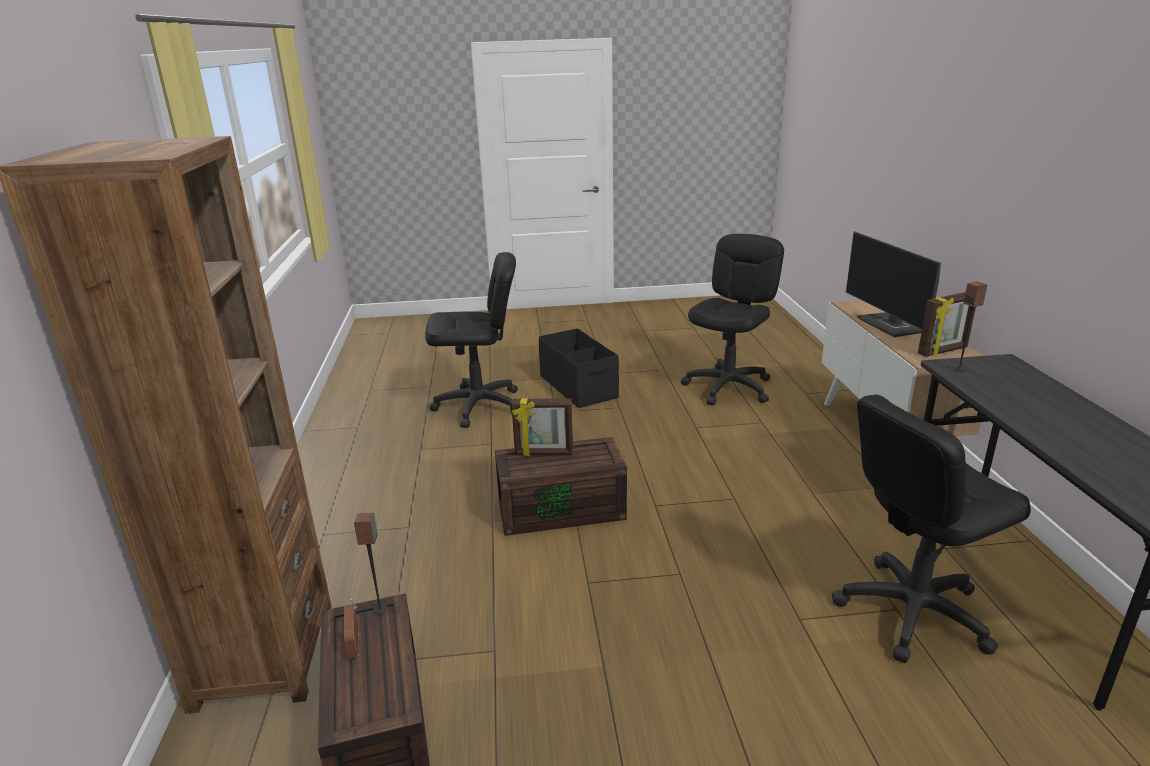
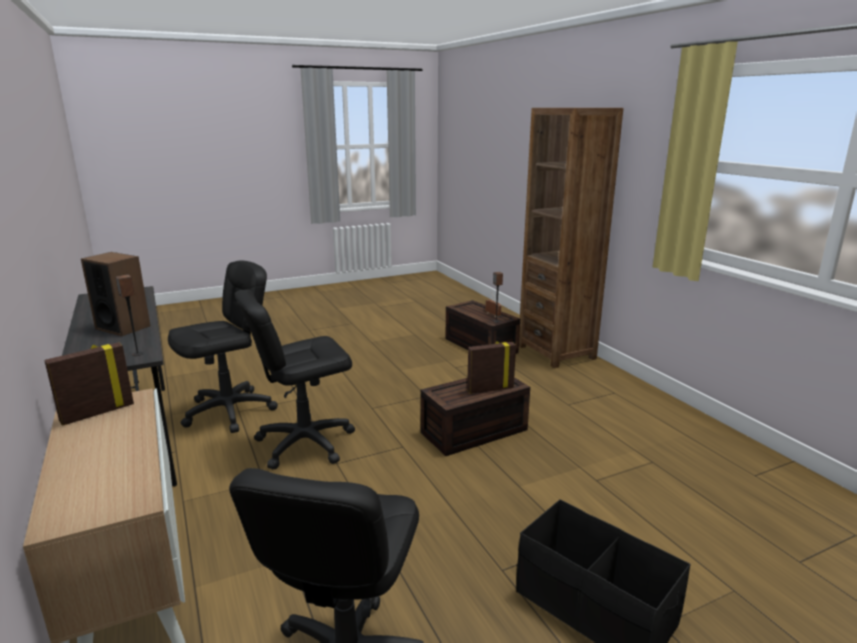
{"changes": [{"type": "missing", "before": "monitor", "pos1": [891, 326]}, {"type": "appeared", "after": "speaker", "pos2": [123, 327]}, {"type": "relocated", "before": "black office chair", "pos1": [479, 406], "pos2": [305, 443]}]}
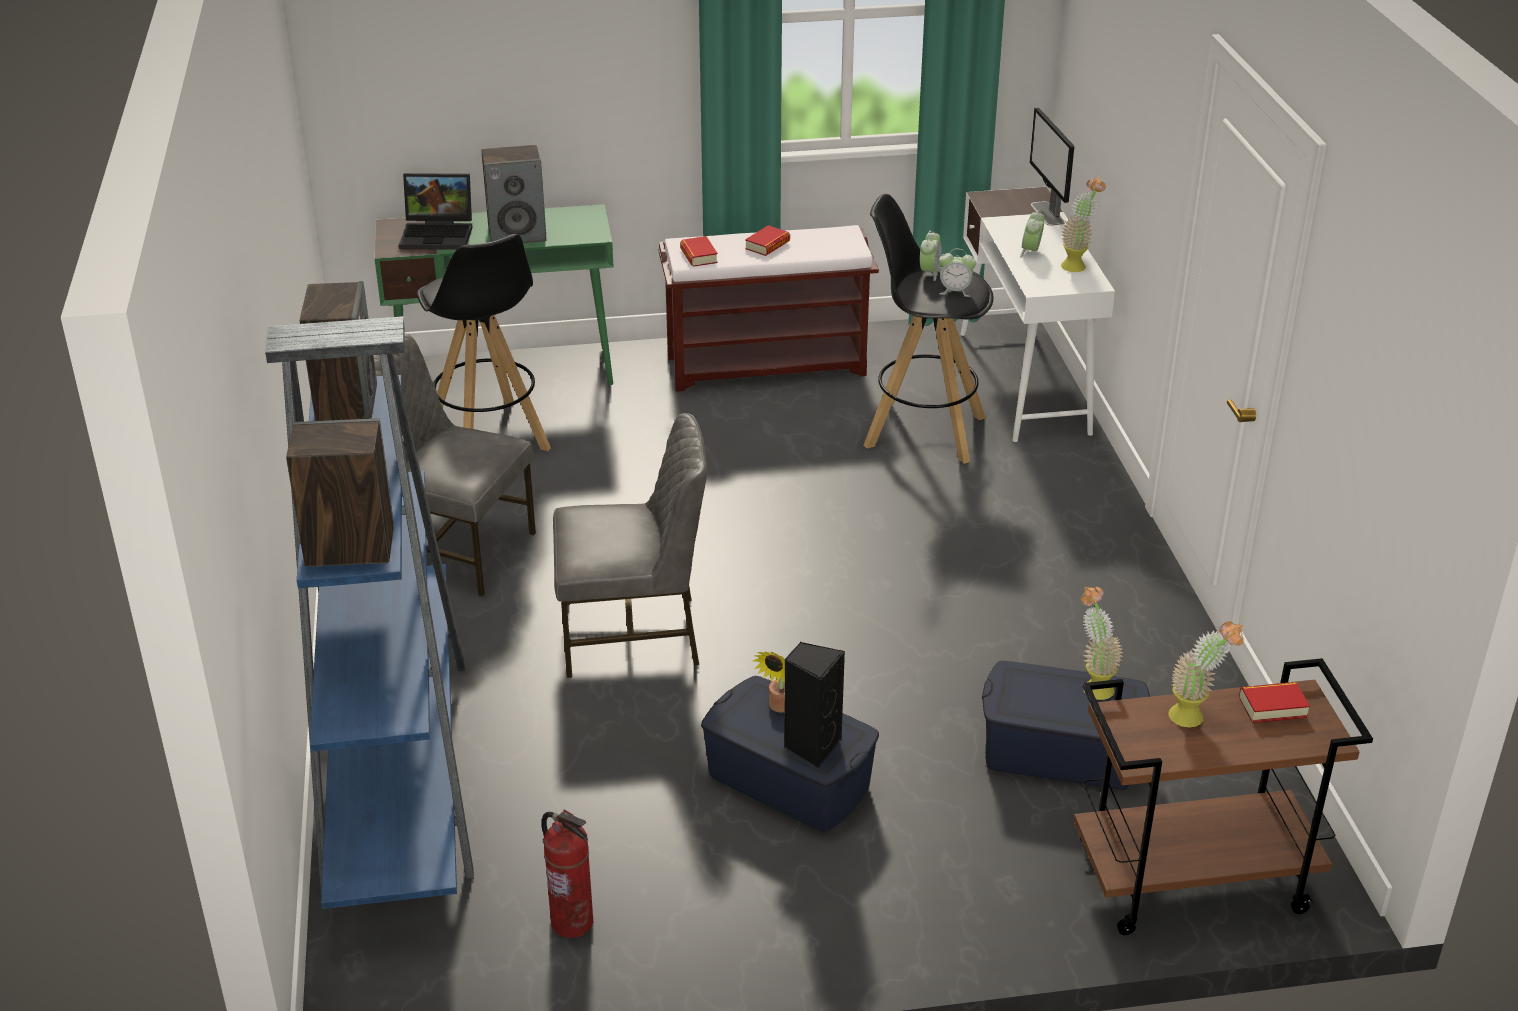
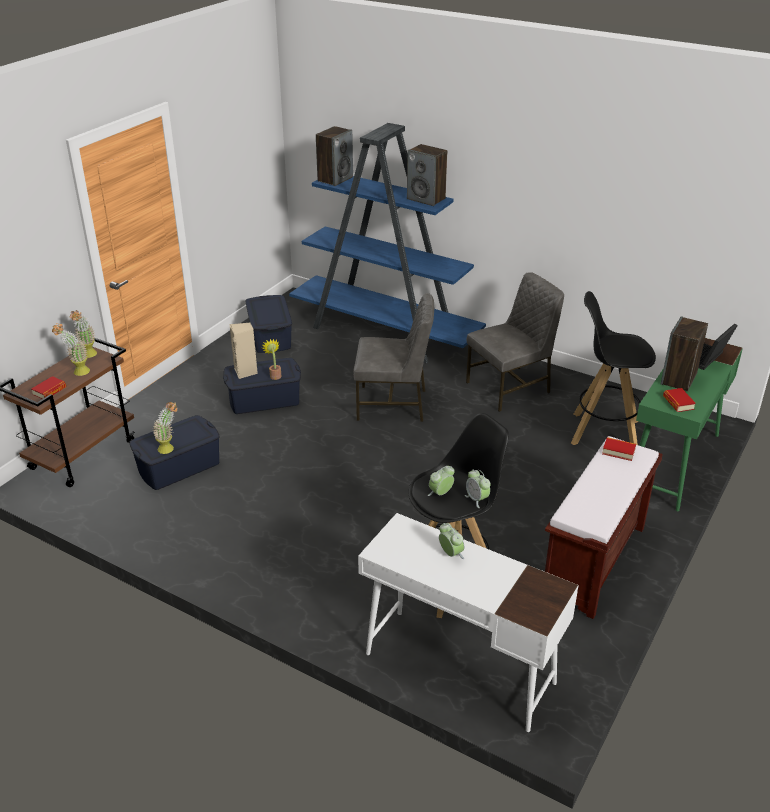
{"changes": [{"type": "missing", "before": "monitor", "pos1": [1048, 214]}, {"type": "relocated", "before": "book", "pos1": [767, 245], "pos2": [678, 403]}, {"type": "relocated", "before": "potted plant", "pos1": [1077, 264], "pos2": [88, 356]}, {"type": "exchanged", "before": "fire extinguisher", "after": "blue storage box", "pos1": [573, 922], "pos2": [269, 336]}, {"type": "colour", "before": "black speaker", "after": "beige speaker", "pos1": [811, 746], "pos2": [246, 372]}, {"type": "spun", "before": "grey chair", "pos1": [633, 635], "pos2": [393, 405], "turn": -120}]}
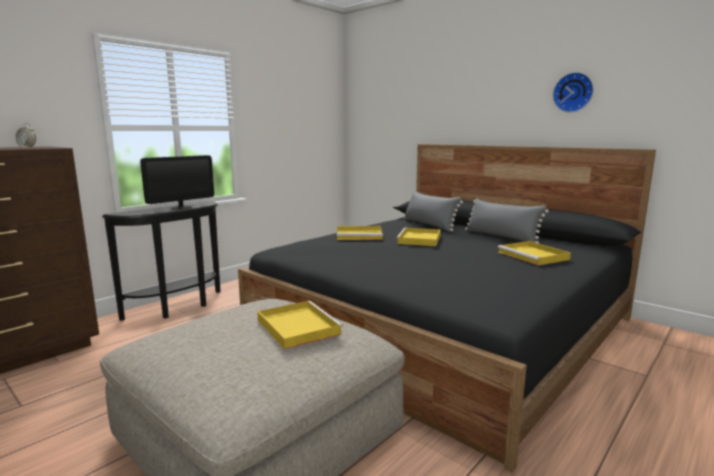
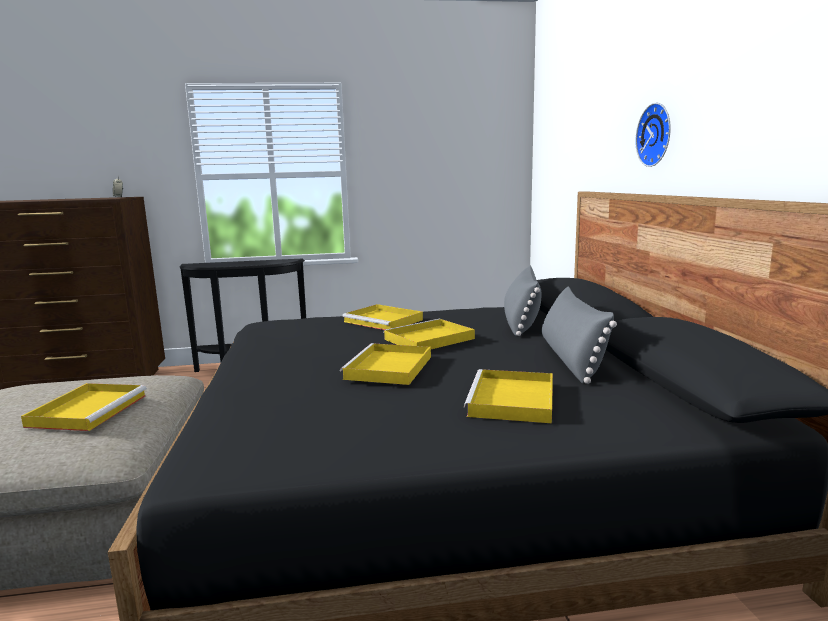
{"changes": [{"type": "missing", "before": "monitor", "pos1": [181, 208]}, {"type": "appeared", "after": "yellow tray", "pos2": [388, 368]}, {"type": "relocated", "before": "wall clock", "pos1": [573, 92], "pos2": [657, 135]}]}
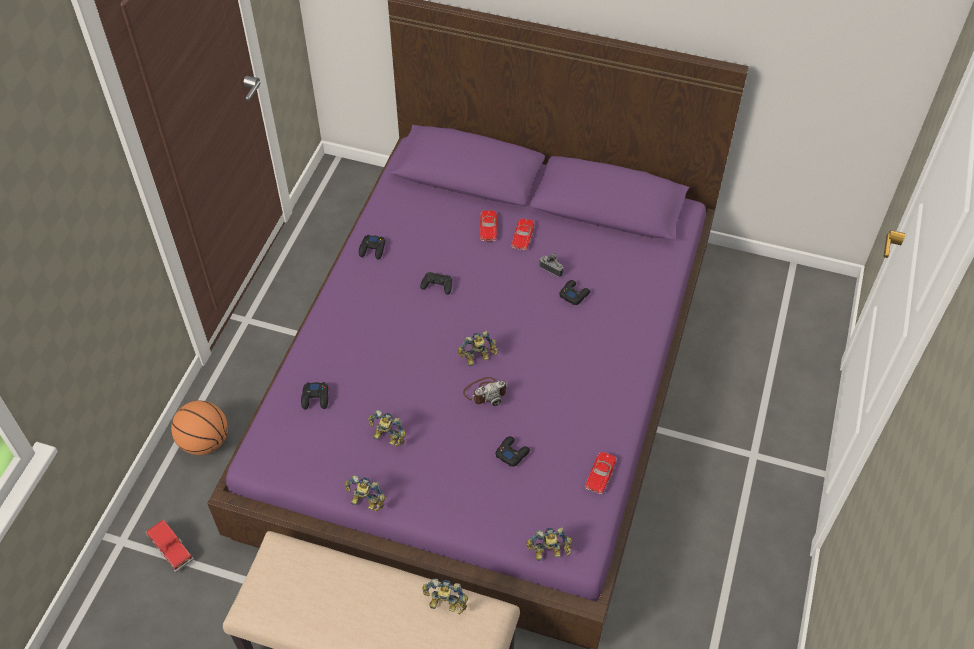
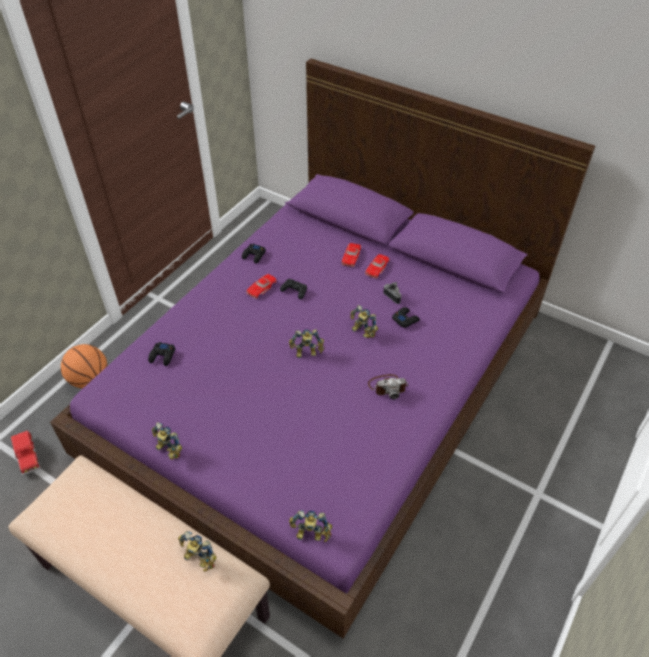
{"changes": [{"type": "missing", "before": "black game controller", "pos1": [512, 453]}, {"type": "relocated", "before": "toy robot", "pos1": [386, 438], "pos2": [362, 332]}, {"type": "relocated", "before": "photo camera", "pos1": [486, 392], "pos2": [387, 386]}, {"type": "relocated", "before": "red toy car", "pos1": [600, 474], "pos2": [261, 288]}]}
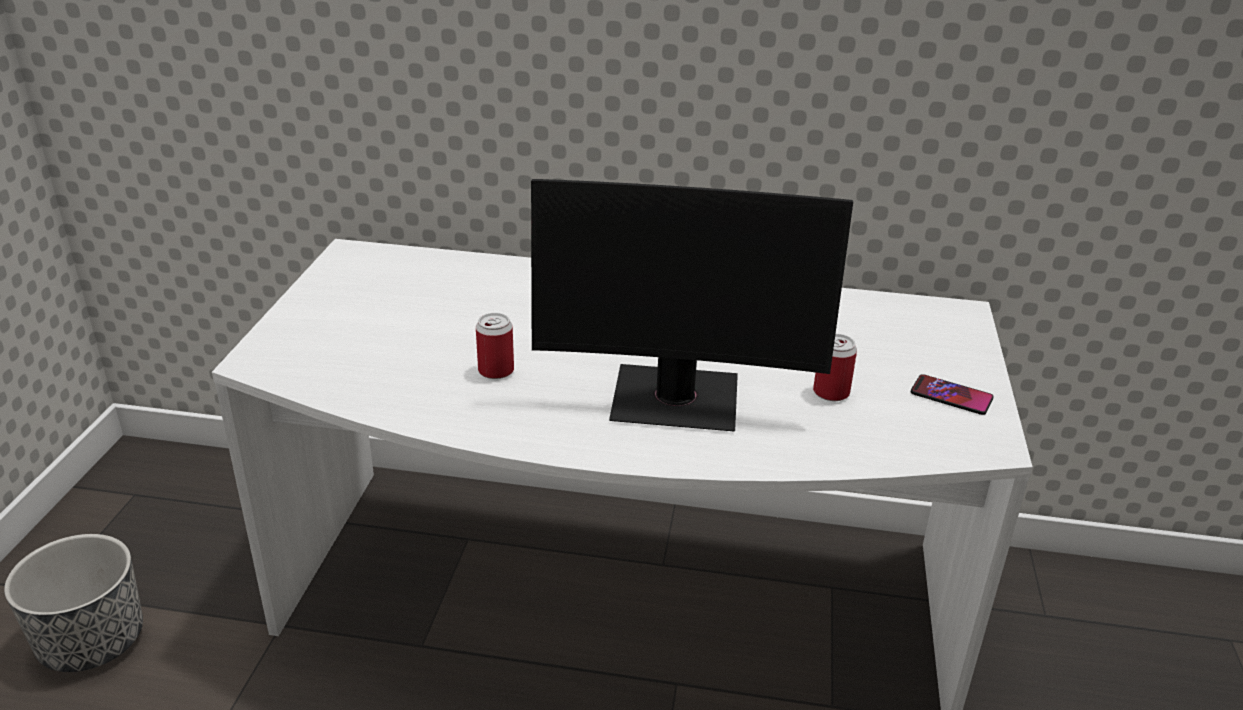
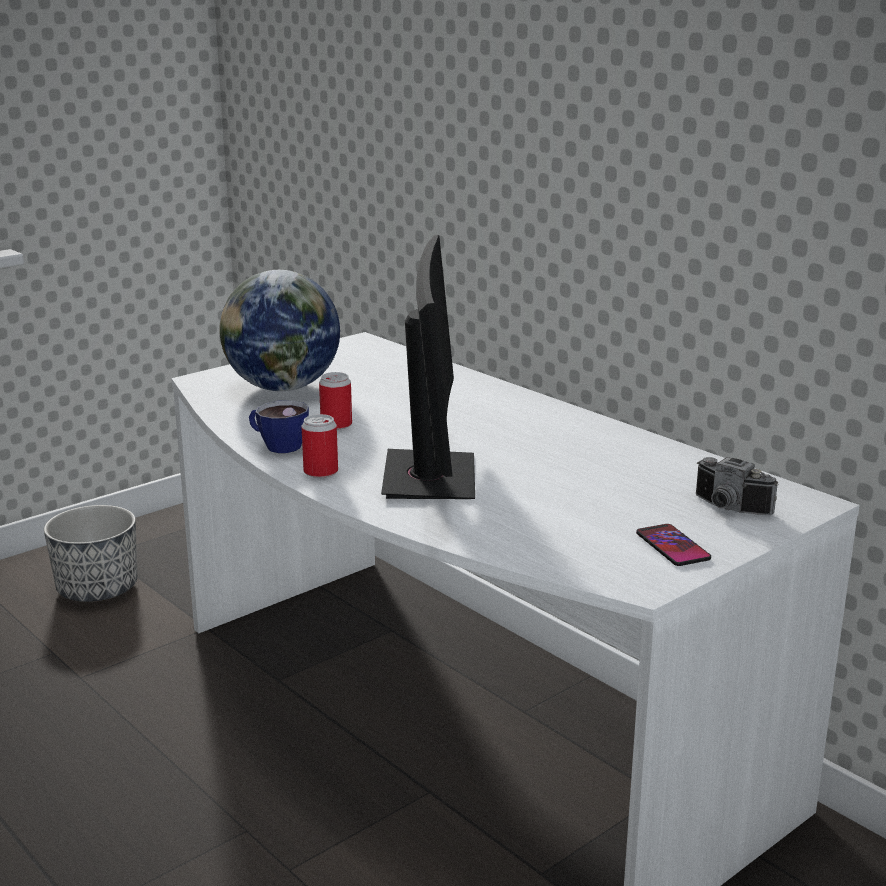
{"changes": [{"type": "appeared", "after": "globe", "pos2": [282, 388]}, {"type": "appeared", "after": "cup", "pos2": [277, 445]}, {"type": "appeared", "after": "photo camera", "pos2": [728, 508]}, {"type": "relocated", "before": "can", "pos1": [831, 392], "pos2": [320, 472]}, {"type": "spun", "before": "monitor", "pos1": [675, 401], "pos2": [429, 477], "turn": -135}]}
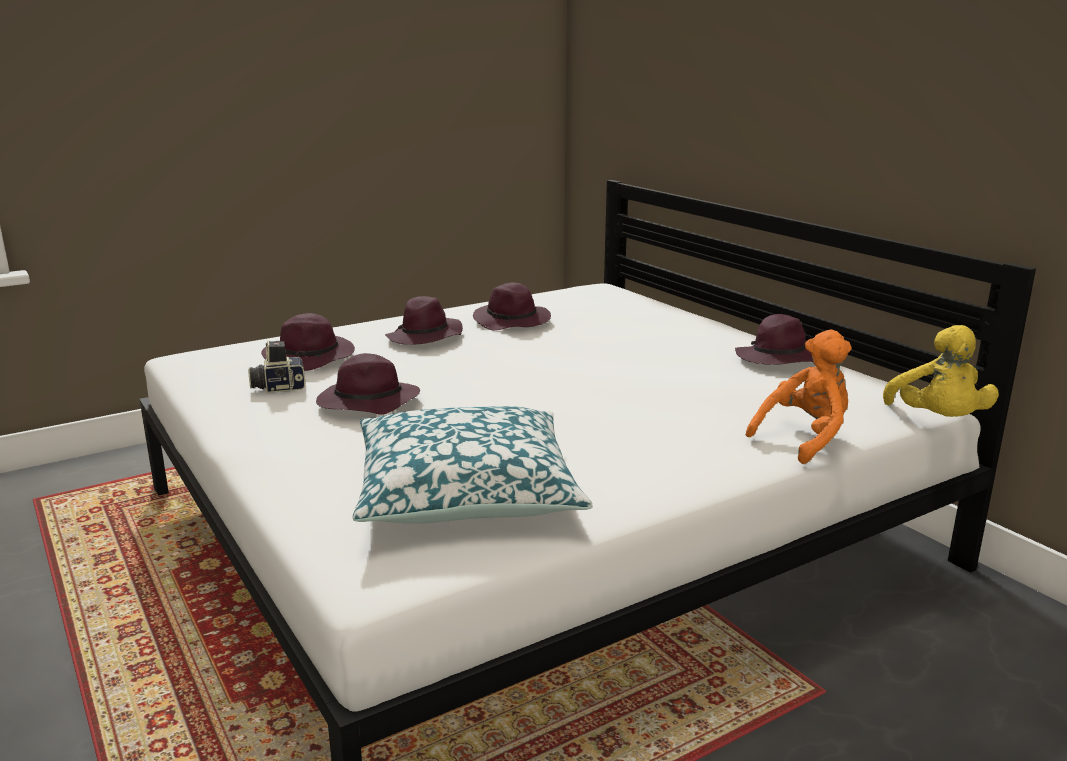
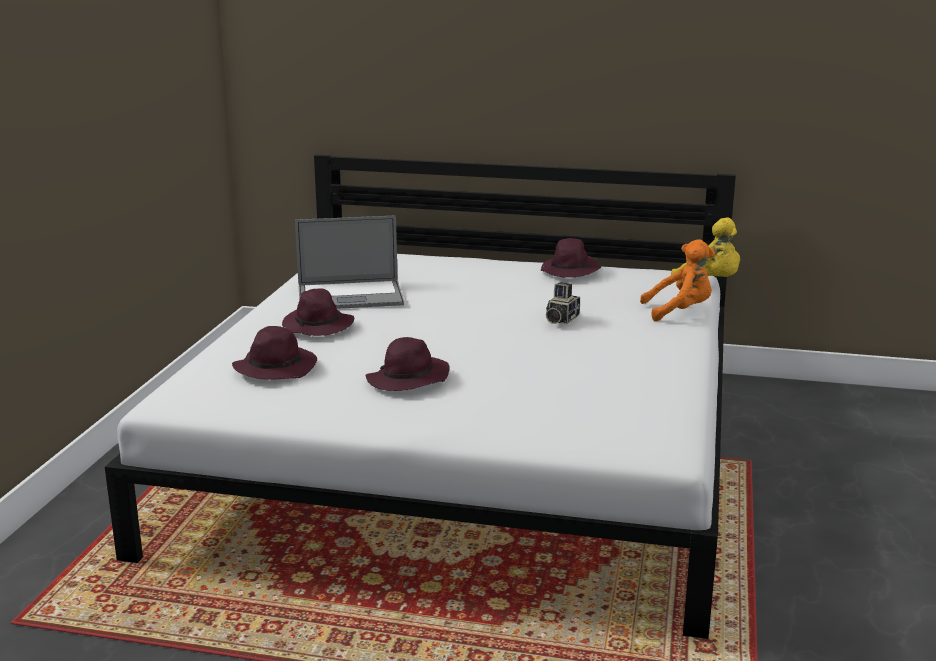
{"changes": [{"type": "missing", "before": "pillow", "pos1": [466, 491]}, {"type": "relocated", "before": "photo camera", "pos1": [278, 387], "pos2": [560, 319]}, {"type": "exchanged", "before": "purple hat", "after": "laptop", "pos1": [512, 321], "pos2": [350, 296]}, {"type": "spun", "before": "orange plush toy", "pos1": [805, 439], "pos2": [680, 312], "turn": 75}]}
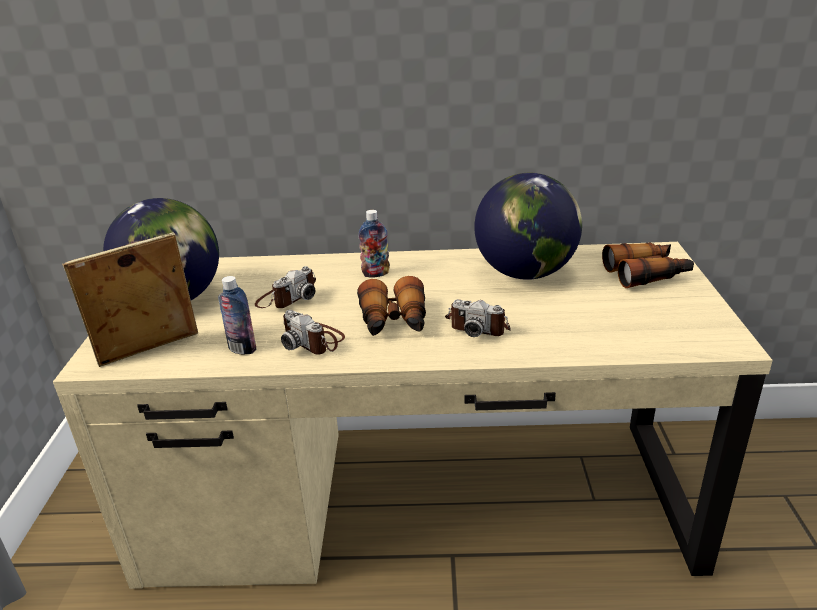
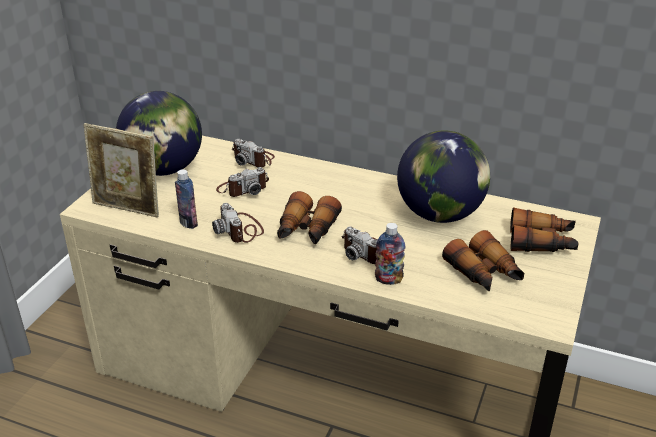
{"changes": [{"type": "appeared", "after": "photo camera", "pos2": [254, 159]}, {"type": "appeared", "after": "binoculars", "pos2": [484, 274]}, {"type": "relocated", "before": "bottle", "pos1": [375, 273], "pos2": [388, 279]}, {"type": "spun", "before": "picture frame", "pos1": [149, 352], "pos2": [128, 208], "turn": -150}]}
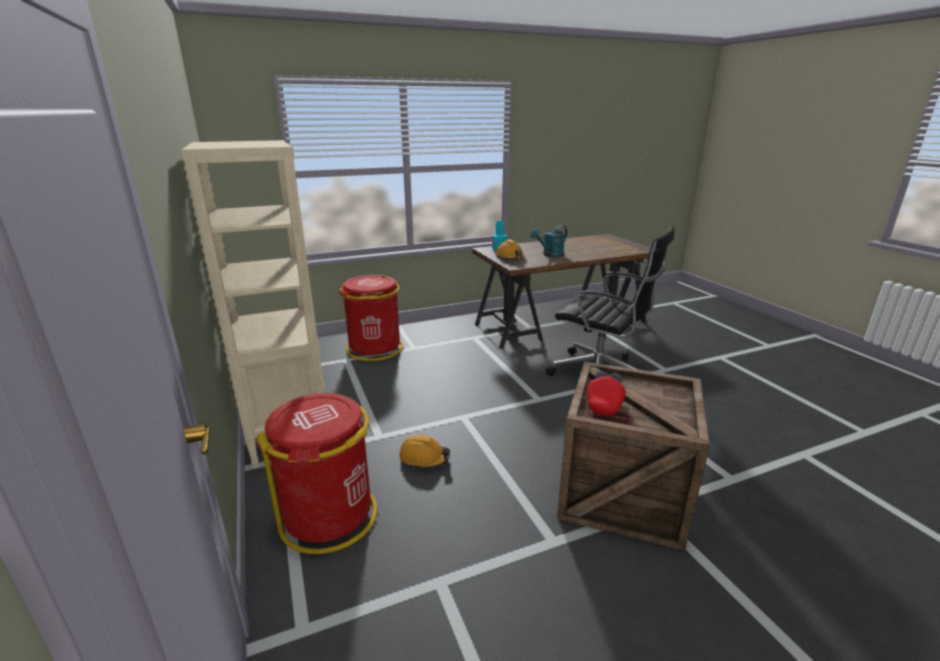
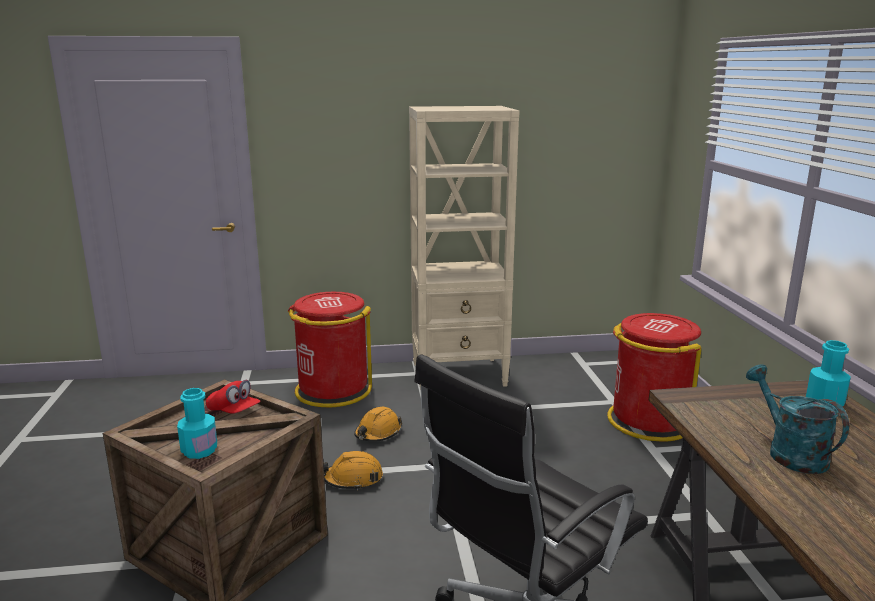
{"changes": [{"type": "appeared", "after": "turquoise bottle", "pos2": [199, 450]}, {"type": "relocated", "before": "orange hard hat", "pos1": [510, 258], "pos2": [353, 479]}]}
